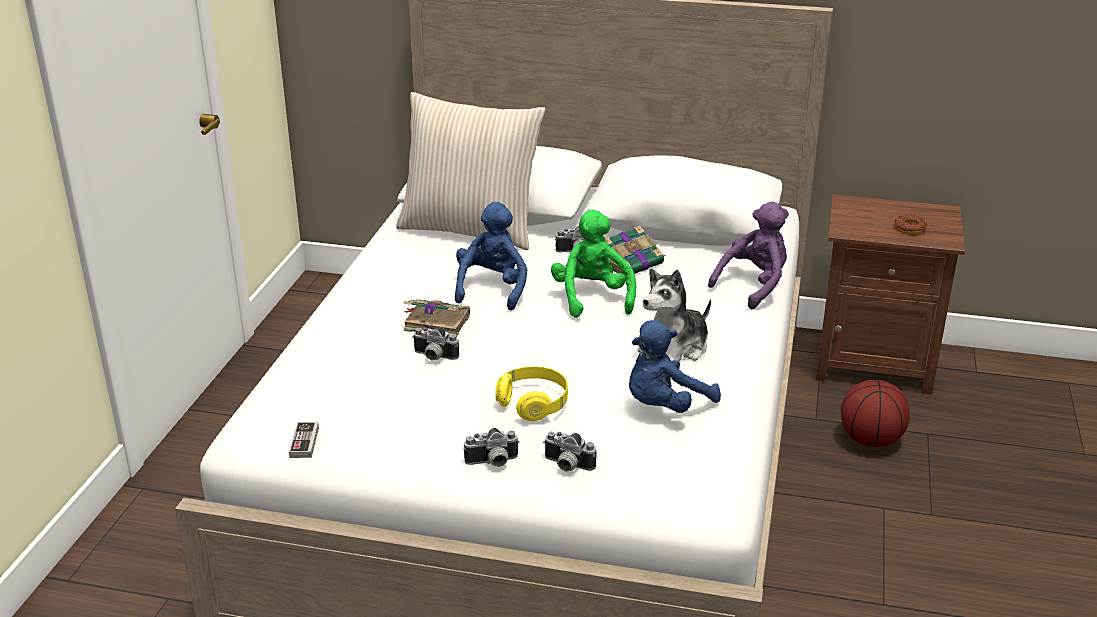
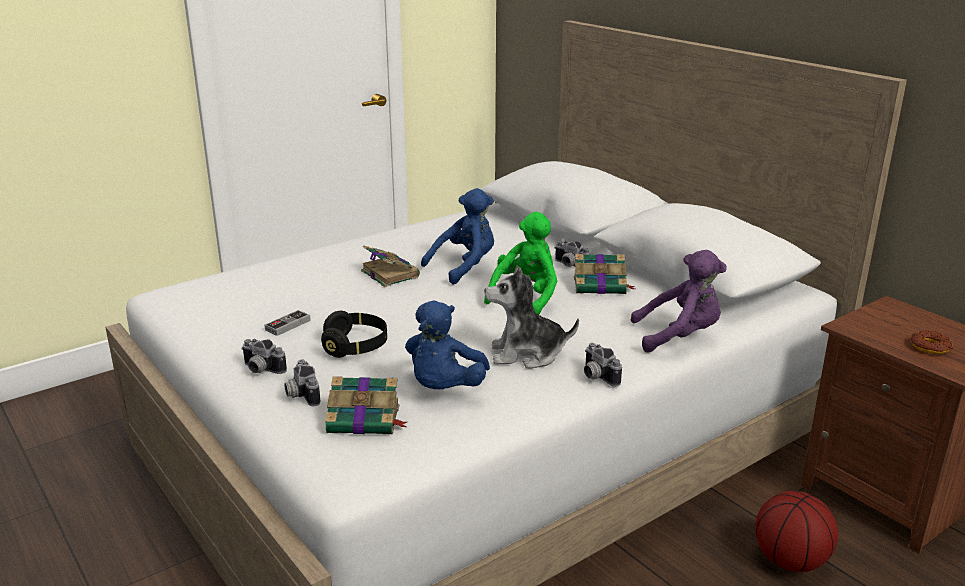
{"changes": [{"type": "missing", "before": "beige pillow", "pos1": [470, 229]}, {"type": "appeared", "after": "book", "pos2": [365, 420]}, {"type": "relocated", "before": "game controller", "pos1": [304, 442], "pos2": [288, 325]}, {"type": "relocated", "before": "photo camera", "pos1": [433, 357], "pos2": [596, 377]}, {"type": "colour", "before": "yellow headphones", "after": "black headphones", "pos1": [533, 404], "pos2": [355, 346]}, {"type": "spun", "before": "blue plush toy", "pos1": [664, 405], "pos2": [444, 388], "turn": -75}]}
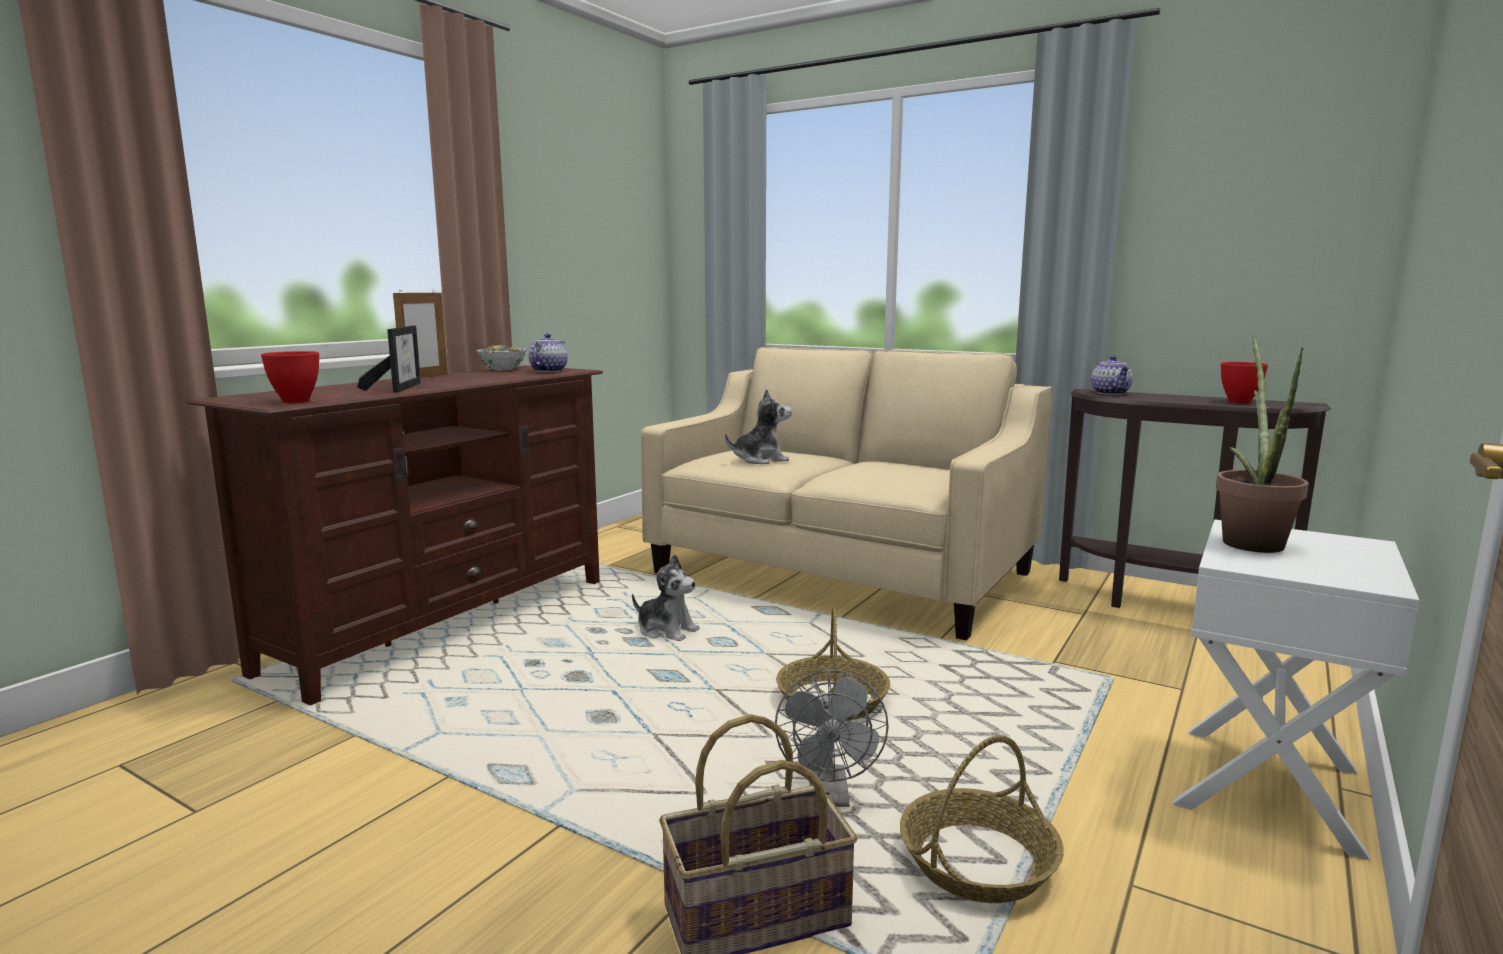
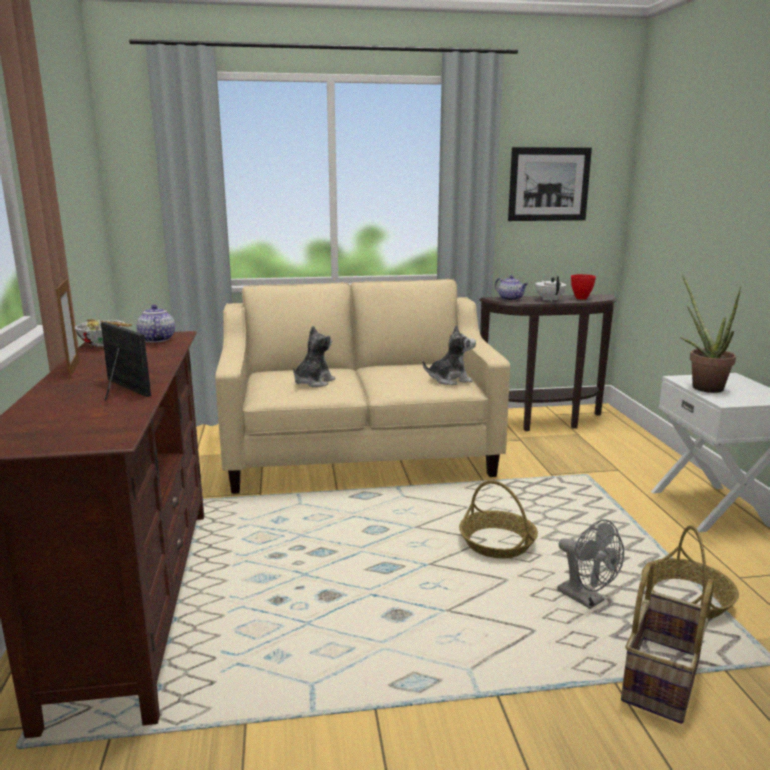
{"changes": [{"type": "missing", "before": "red bowl", "pos1": [294, 401]}, {"type": "appeared", "after": "picture", "pos2": [549, 184]}, {"type": "appeared", "after": "white teapot", "pos2": [549, 299]}, {"type": "relocated", "before": "plush toy", "pos1": [667, 631], "pos2": [450, 380]}]}
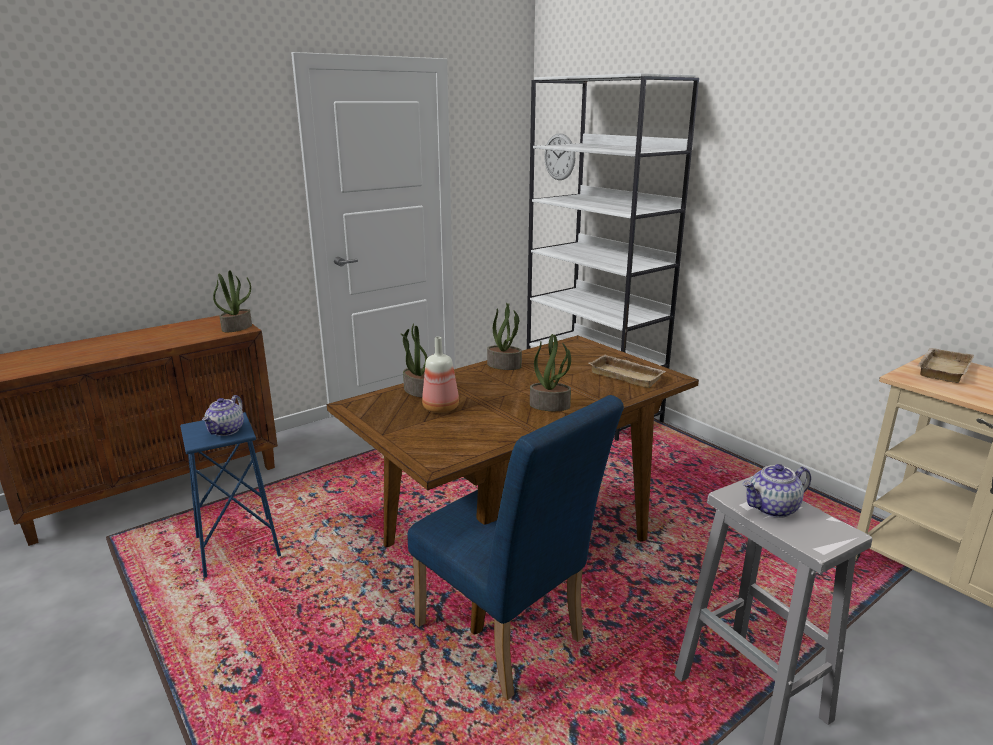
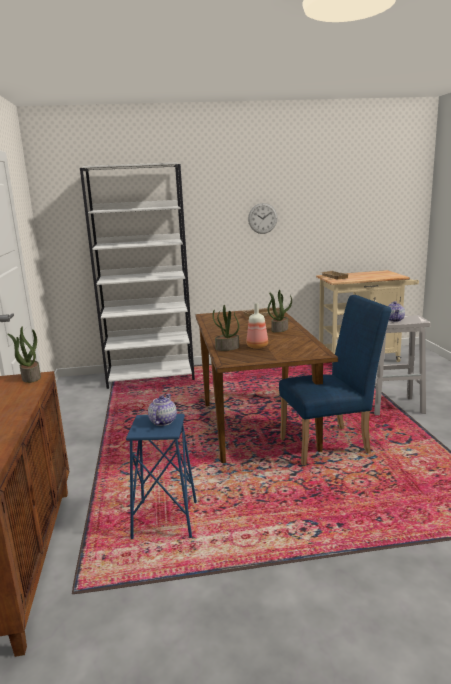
{"changes": [{"type": "missing", "before": "potted plant", "pos1": [505, 365]}, {"type": "relocated", "before": "wall clock", "pos1": [559, 157], "pos2": [262, 218]}, {"type": "spun", "before": "teapot", "pos1": [226, 430], "pos2": [162, 421], "turn": -120}]}
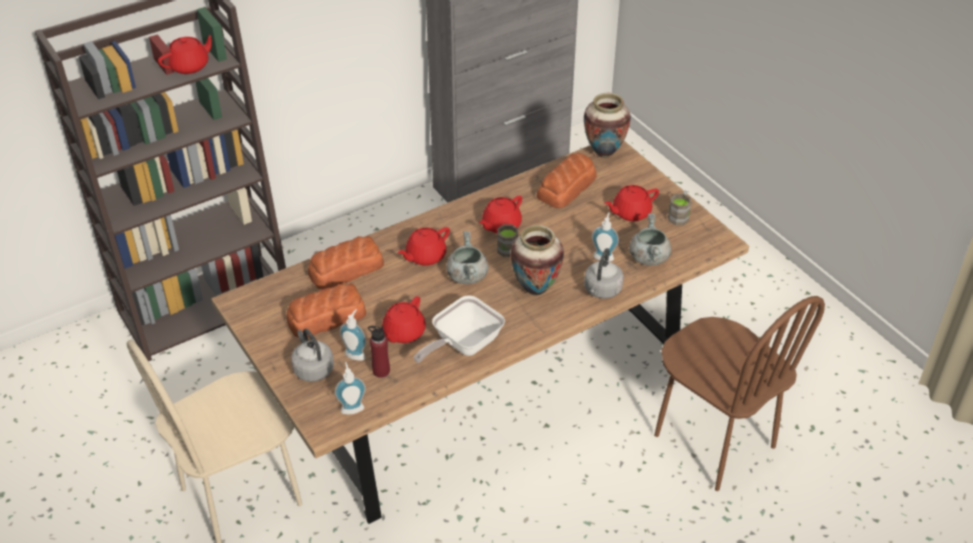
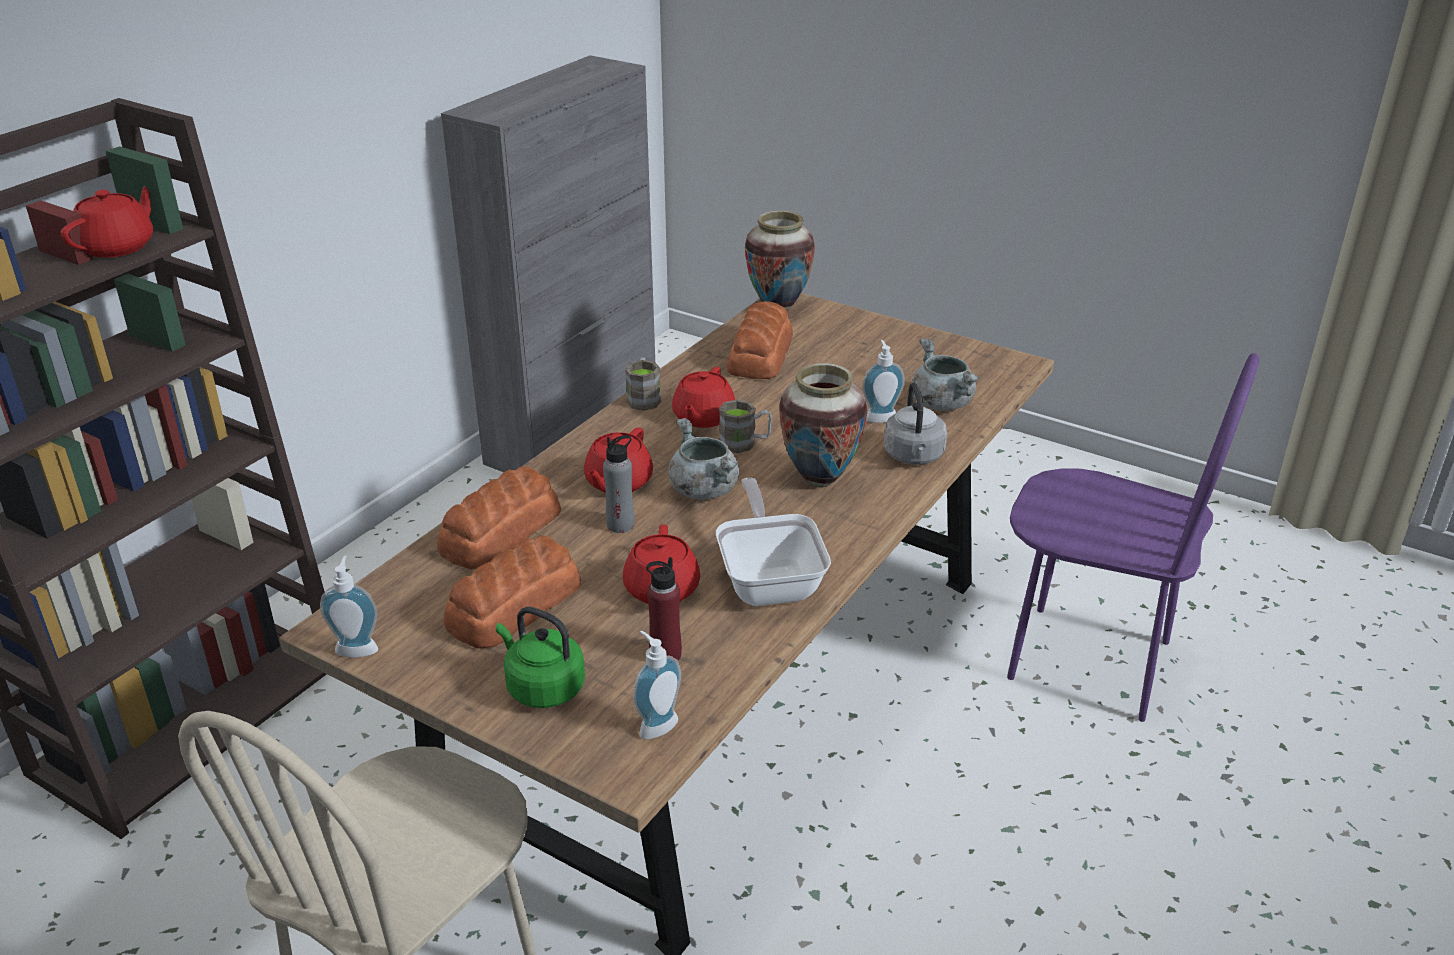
{"changes": [{"type": "missing", "before": "red teapot", "pos1": [630, 212]}, {"type": "appeared", "after": "grey bottle", "pos2": [620, 525]}, {"type": "relocated", "before": "soap dispenser", "pos1": [356, 353], "pos2": [358, 647]}, {"type": "relocated", "before": "brown mug", "pos1": [679, 215], "pos2": [643, 398]}, {"type": "colour", "before": "grey kettle", "after": "green kettle", "pos1": [312, 368], "pos2": [542, 687]}, {"type": "colour", "before": "brown chair", "after": "purple chair", "pos1": [713, 441], "pos2": [1089, 661]}, {"type": "spun", "before": "frying pan", "pos1": [462, 345], "pos2": [769, 580], "turn": 150}]}
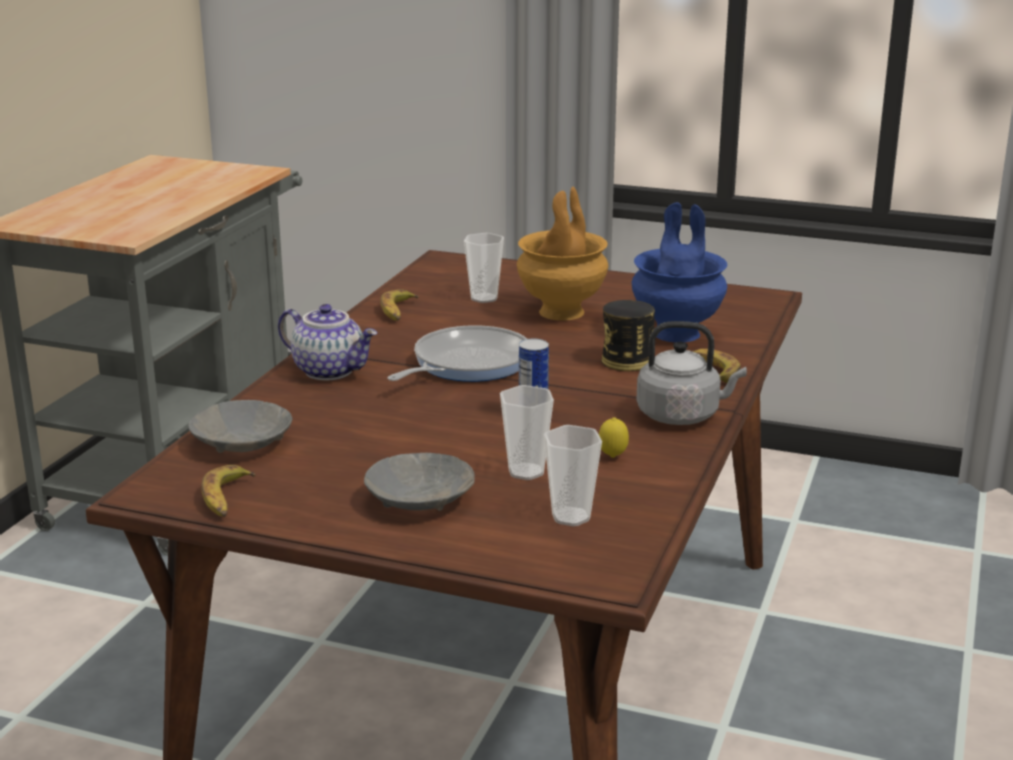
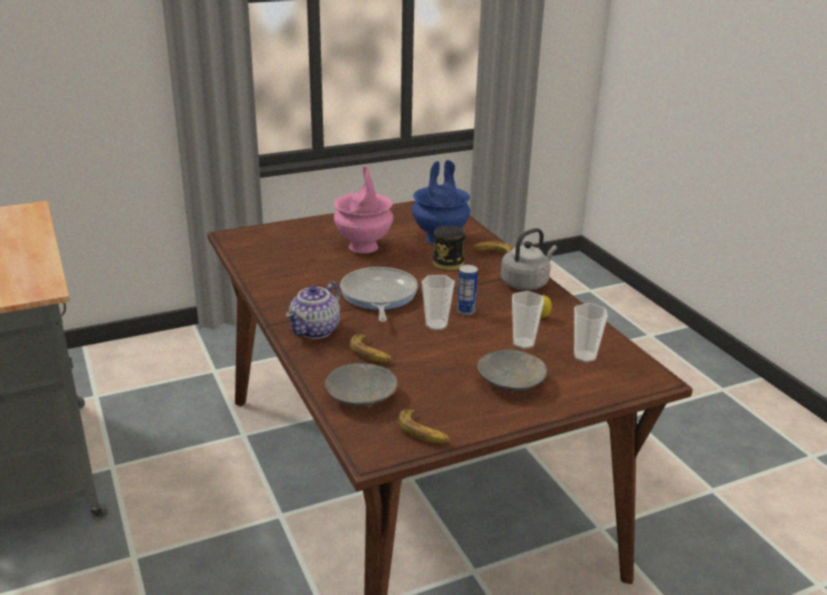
{"changes": [{"type": "relocated", "before": "banana", "pos1": [398, 312], "pos2": [371, 354]}, {"type": "relocated", "before": "cup", "pos1": [484, 298], "pos2": [436, 325]}, {"type": "colour", "before": "brown vase", "after": "pink vase", "pos1": [561, 313], "pos2": [364, 247]}, {"type": "spun", "before": "teapot", "pos1": [330, 371], "pos2": [316, 331], "turn": 135}]}
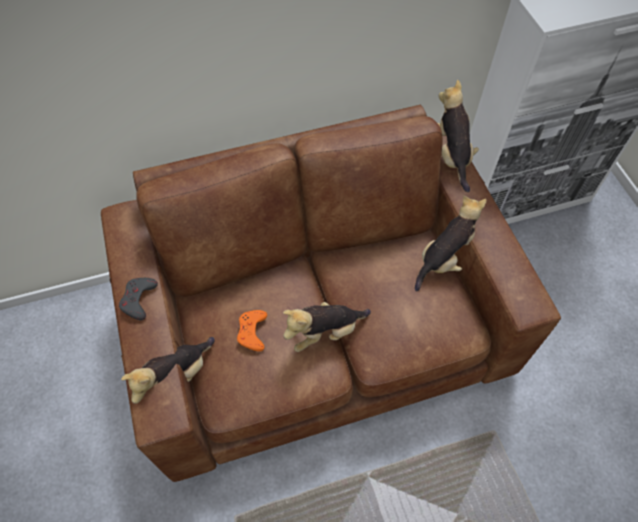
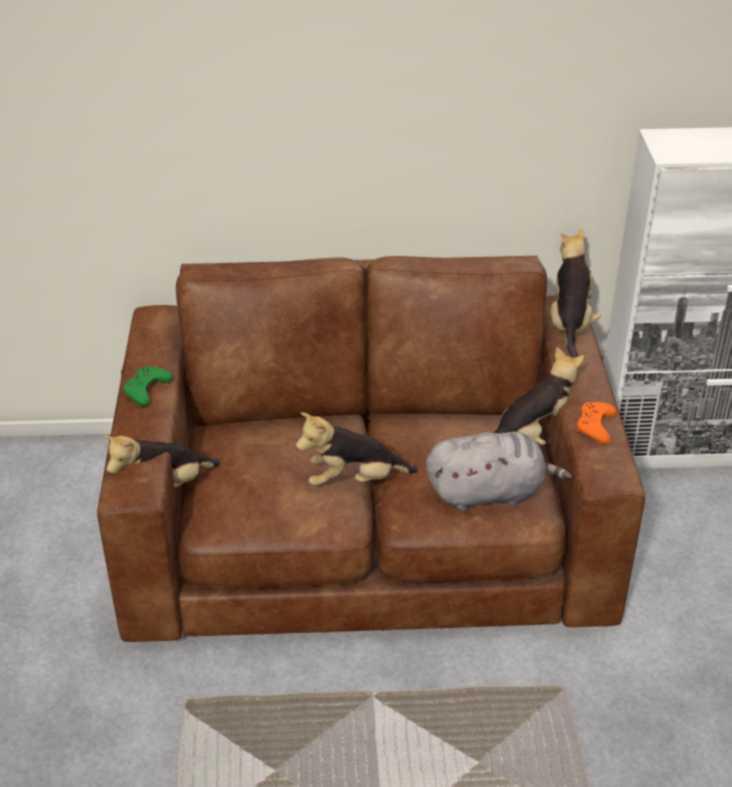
{"changes": [{"type": "appeared", "after": "grey plush toy", "pos2": [489, 492]}, {"type": "relocated", "before": "orange game controller", "pos1": [252, 332], "pos2": [595, 426]}, {"type": "colour", "before": "grey game controller", "after": "green game controller", "pos1": [138, 300], "pos2": [146, 389]}]}
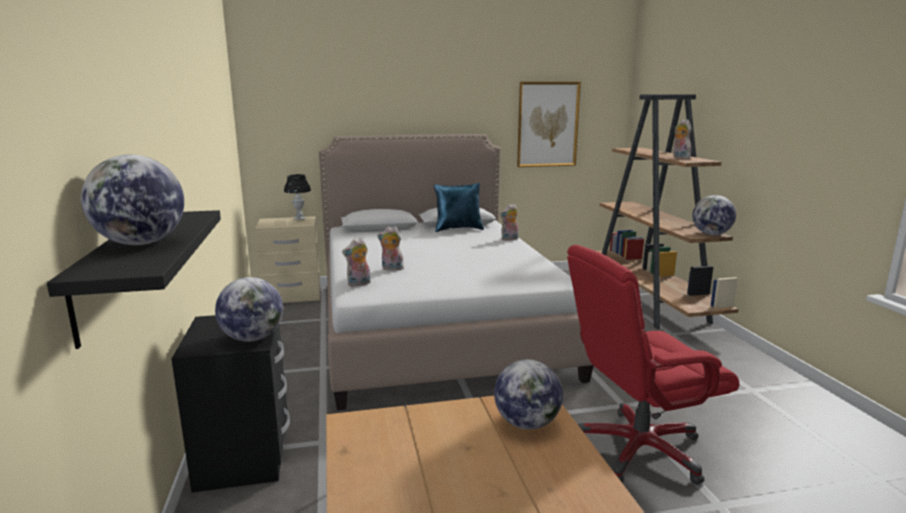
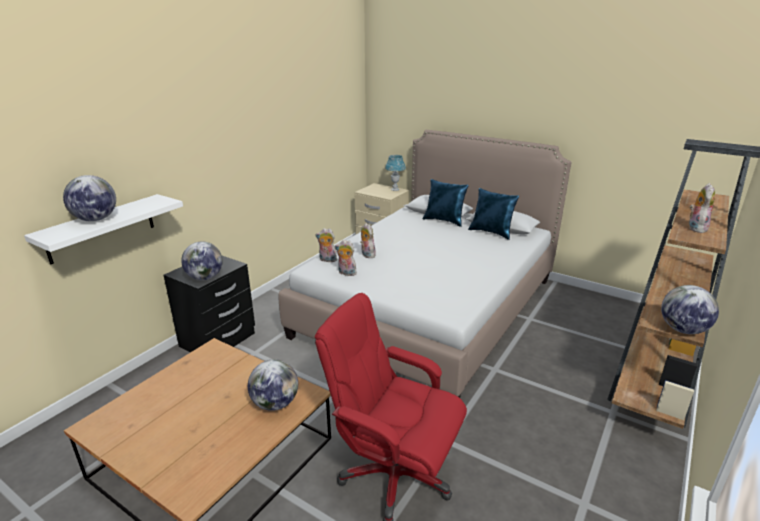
{"changes": [{"type": "missing", "before": "picture", "pos1": [547, 124]}, {"type": "appeared", "after": "blue pillow", "pos2": [444, 221]}, {"type": "relocated", "before": "plush toy", "pos1": [509, 239], "pos2": [346, 273]}, {"type": "colour", "before": "black shelf", "after": "white shelf", "pos1": [113, 272], "pos2": [101, 228]}, {"type": "colour", "before": "black table lamp", "after": "blue table lamp", "pos1": [299, 218], "pos2": [395, 189]}]}
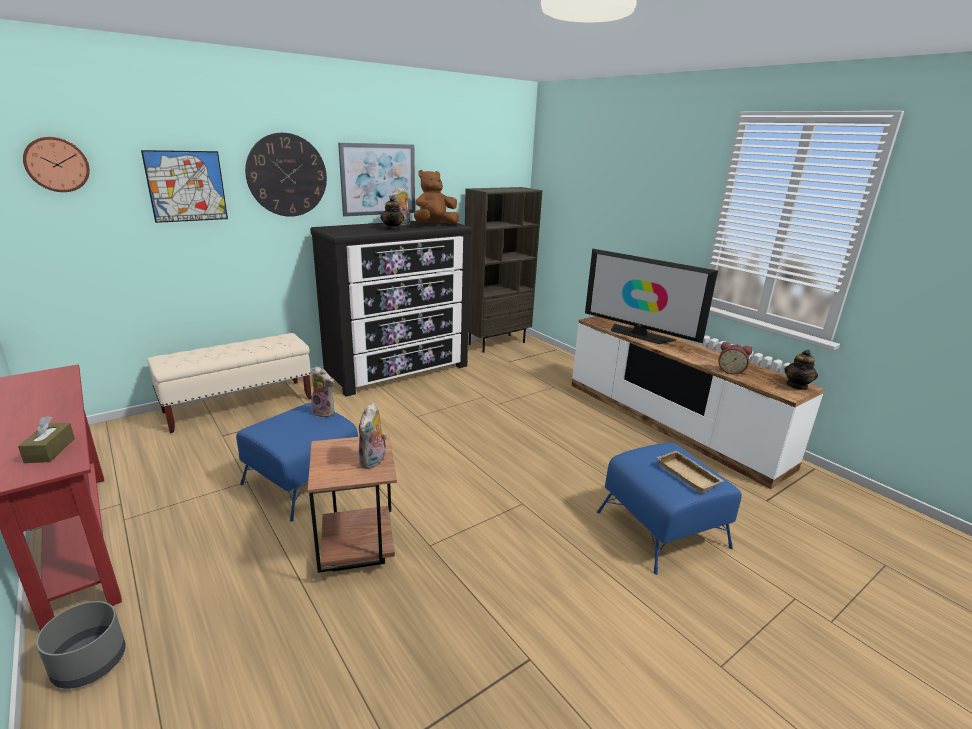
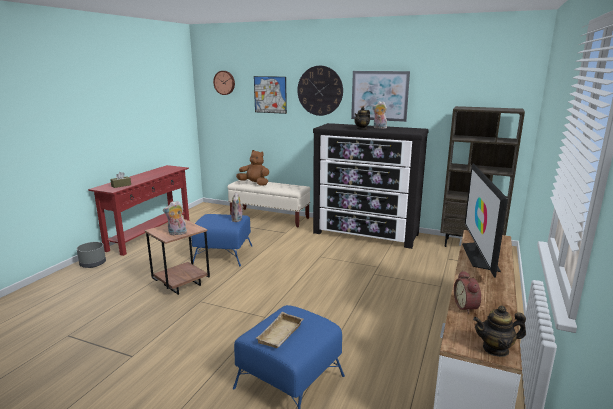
{"changes": [{"type": "relocated", "before": "brown plush toy", "pos1": [435, 225], "pos2": [254, 184]}]}
